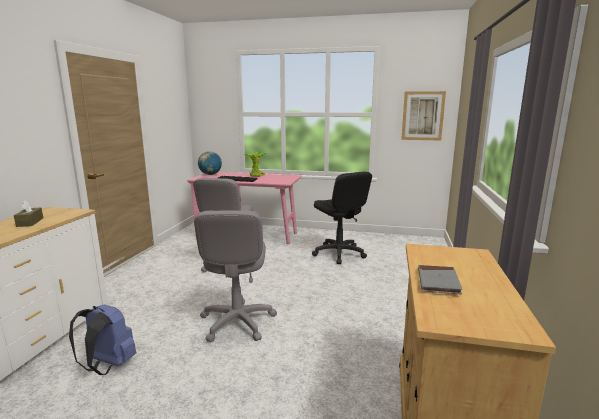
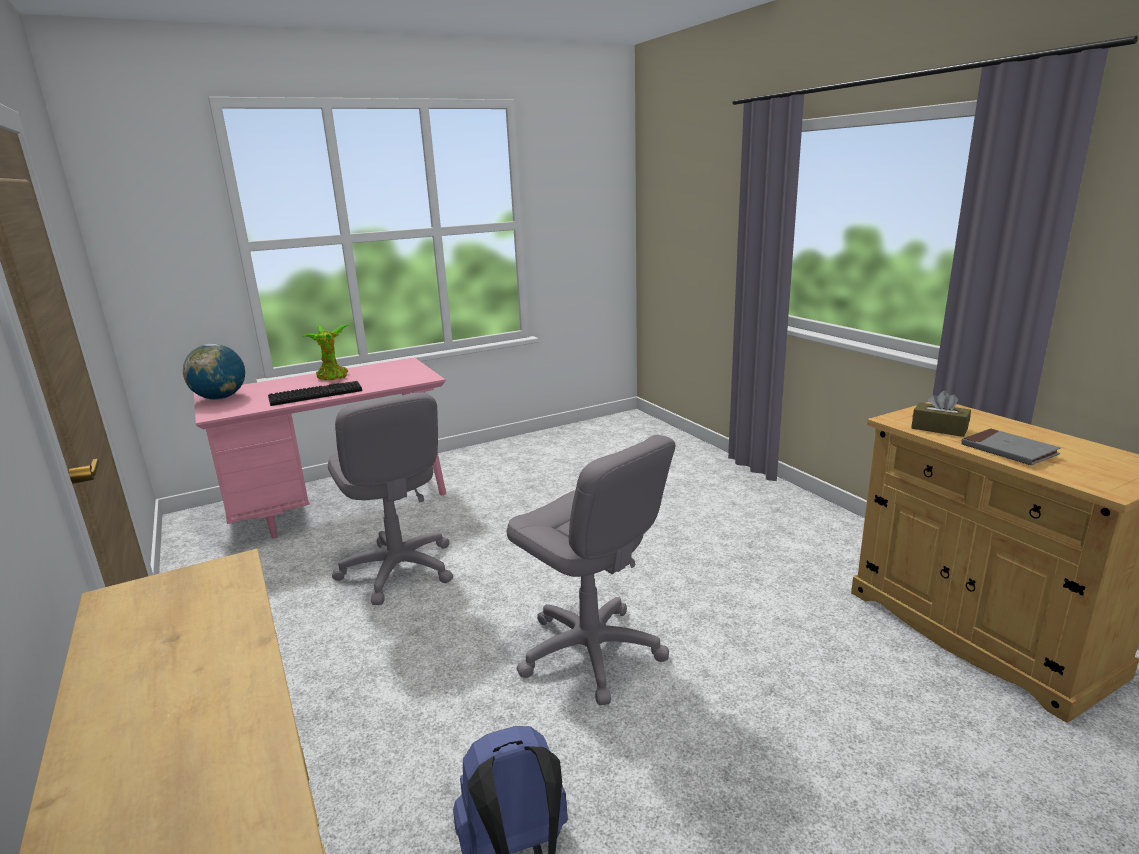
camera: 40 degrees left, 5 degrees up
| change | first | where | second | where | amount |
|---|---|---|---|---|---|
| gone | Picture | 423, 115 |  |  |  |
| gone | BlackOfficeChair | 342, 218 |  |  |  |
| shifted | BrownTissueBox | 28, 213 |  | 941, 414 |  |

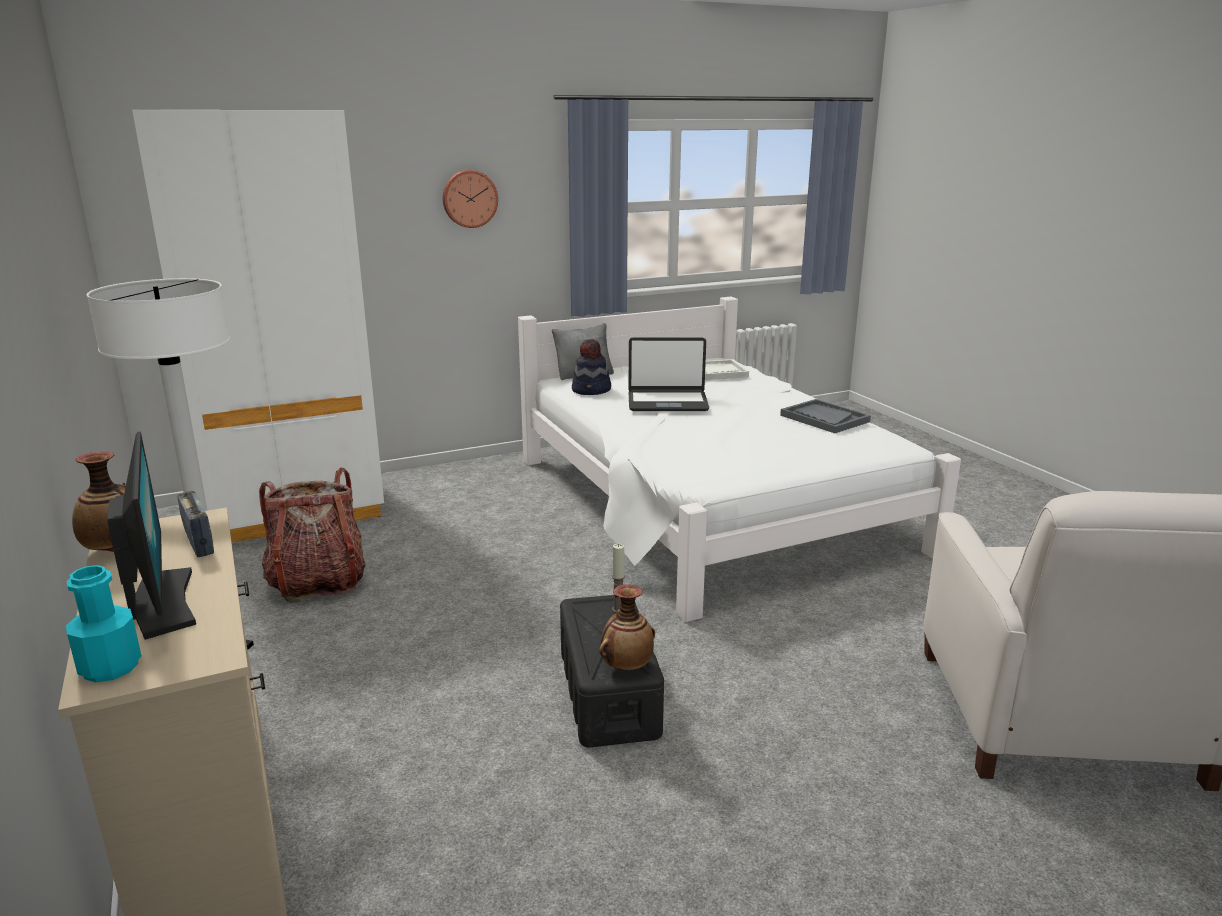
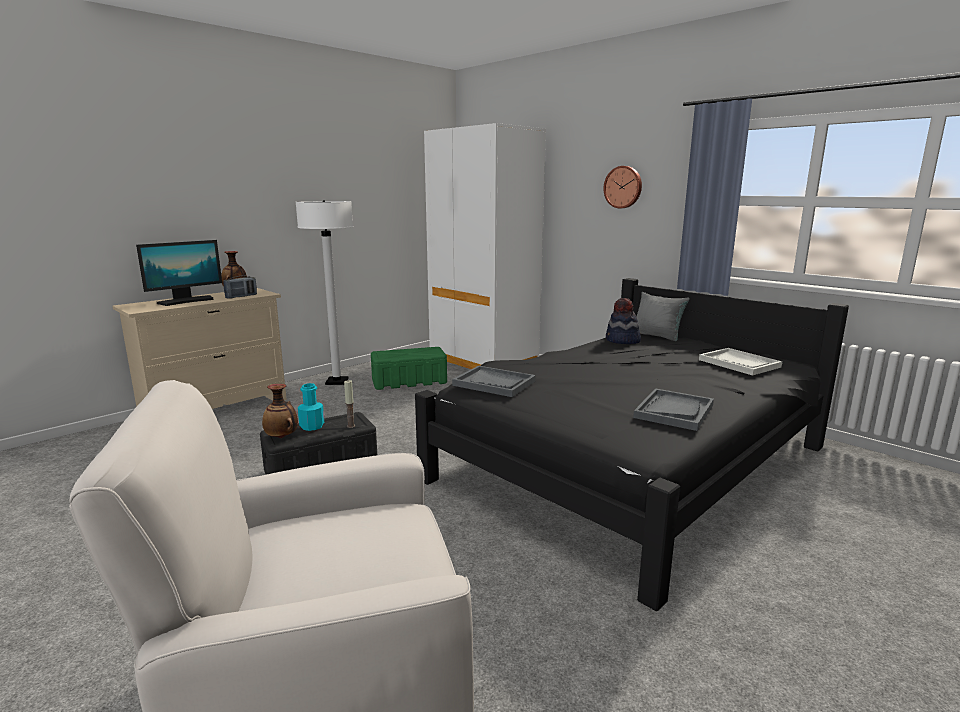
camera: 70 degrees right, 5 degrees down
| change | first | where | second | where | amount |
|---|---|---|---|---|---|
| repainted | WhiteBed | 739, 459 | BlackBed | 632, 444 |  |
| gone | Laptop | 668, 374 |  |  |  |
| swapped | Backpack | 312, 535 | GreenStorageBox | 409, 368 |  |
| shifted | TurquoiseBottle | 104, 623 |  | 311, 407 |  |
| new |  |  | GreyTray | 494, 381 |  |

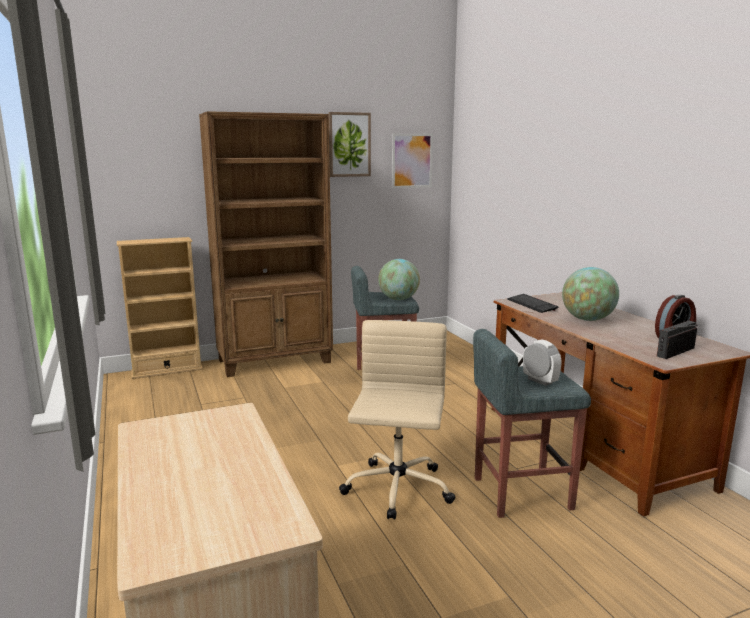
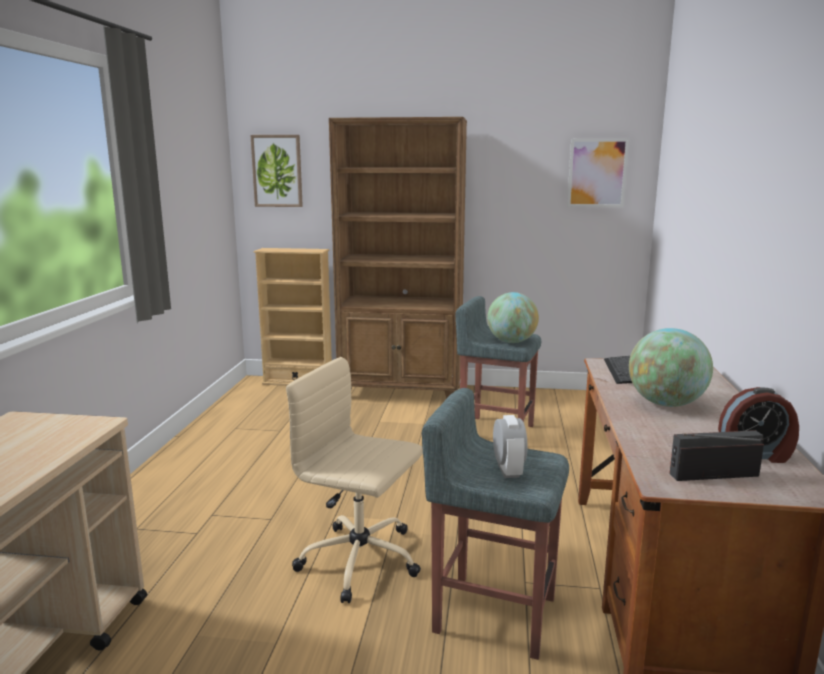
camera: 30 degrees right, 0 degrees up
| change | first | where | second | where | amount |
|---|---|---|---|---|---|
| shifted | Picture | 349, 144 |  | 276, 171 |  |
| rotated | BeigeOfficeChair | 397, 420 |  | 354, 480 | 105 degrees counterclockwise |

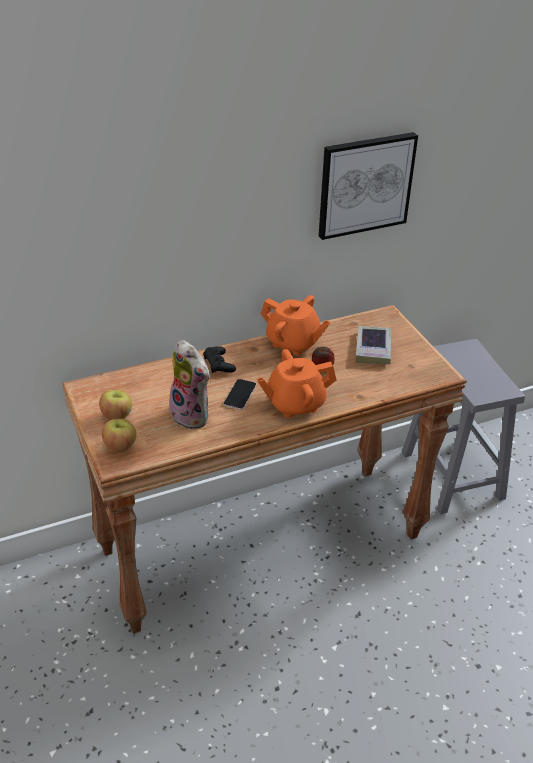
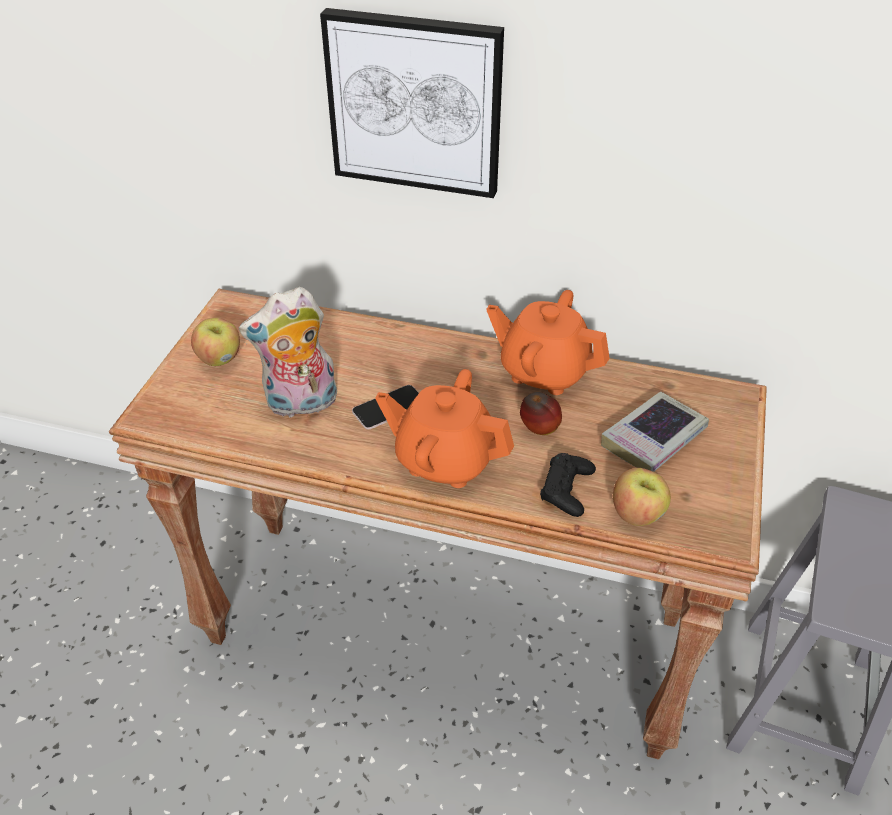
camera: 40 degrees right, 5 degrees up
| change | first | where | second | where | amount |
|---|---|---|---|---|---|
| shifted | Picture | 368, 186 |  | 412, 103 |  |
| rotated | OrangeTeapot | 296, 325 |  | 548, 342 | 135 degrees clockwise |
| rotated | PlushToy | 189, 384 |  | 288, 352 | 75 degrees clockwise |
| shifted | BlackGameController | 219, 359 |  | 568, 485 |  |
| shifted | Apple | 119, 436 |  | 642, 497 |  |

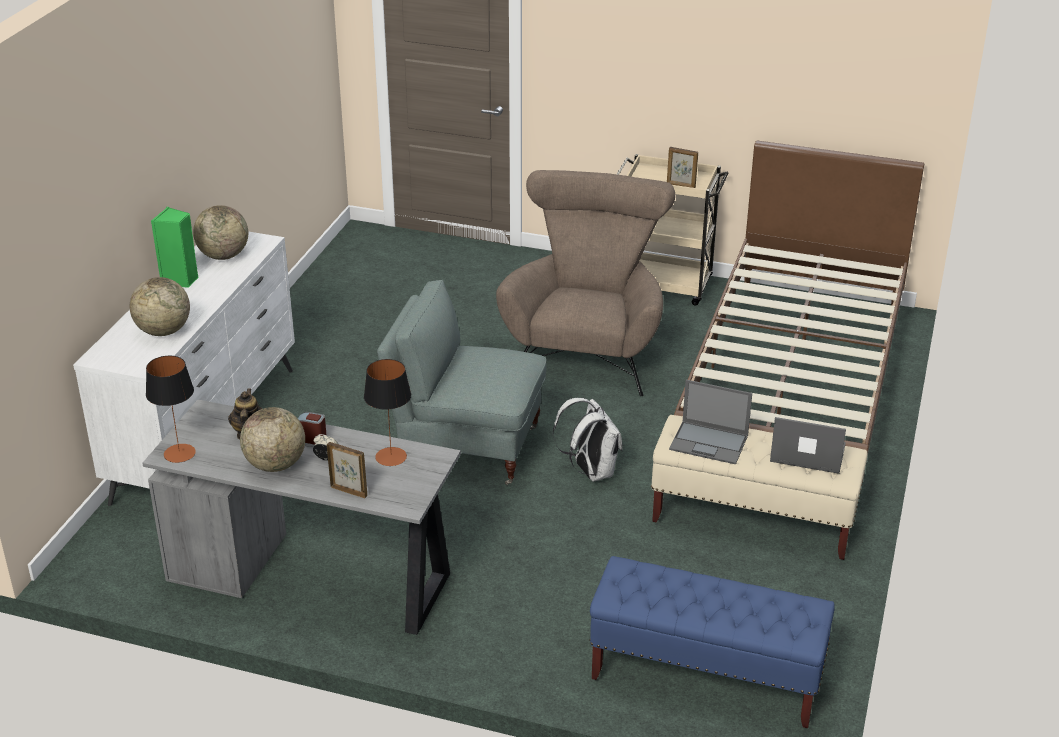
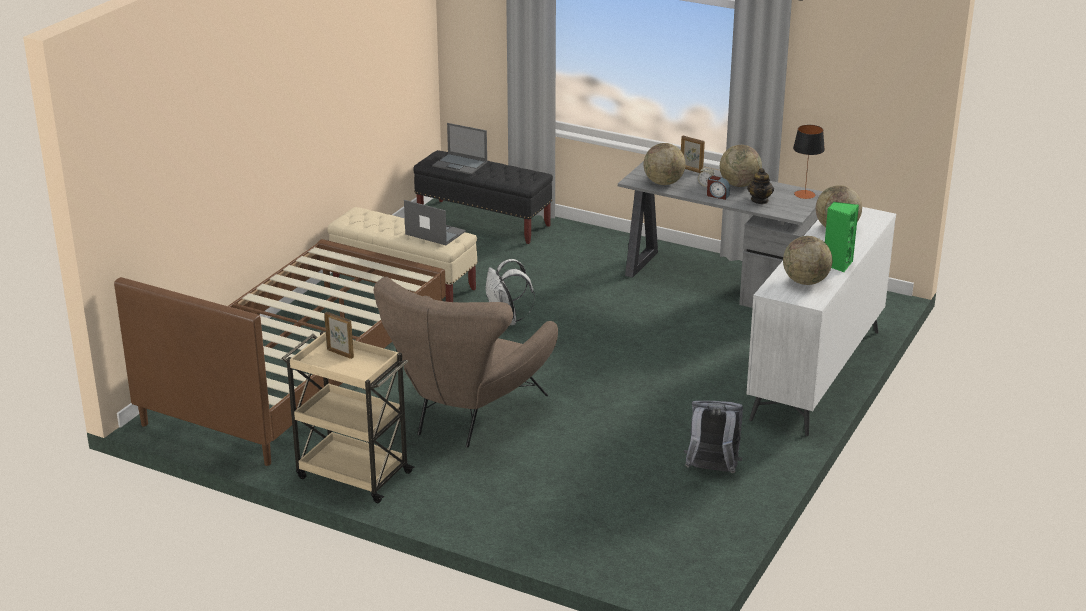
camera: 170 degrees left, 5 degrees down
| change | first | where | second | where | amount |
|---|---|---|---|---|---|
| gone | GreyArmchair | 461, 382 |  |  |  |
| swapped | TableLamp | 387, 412 | Globe | 665, 164 |  |
| shifted | Laptop | 808, 445 |  | 459, 149 |  |
| repainted | BlueBench | 712, 642 | BlackBench | 483, 197 |  |
| new |  |  | GreyBackpack | 713, 437 |  |

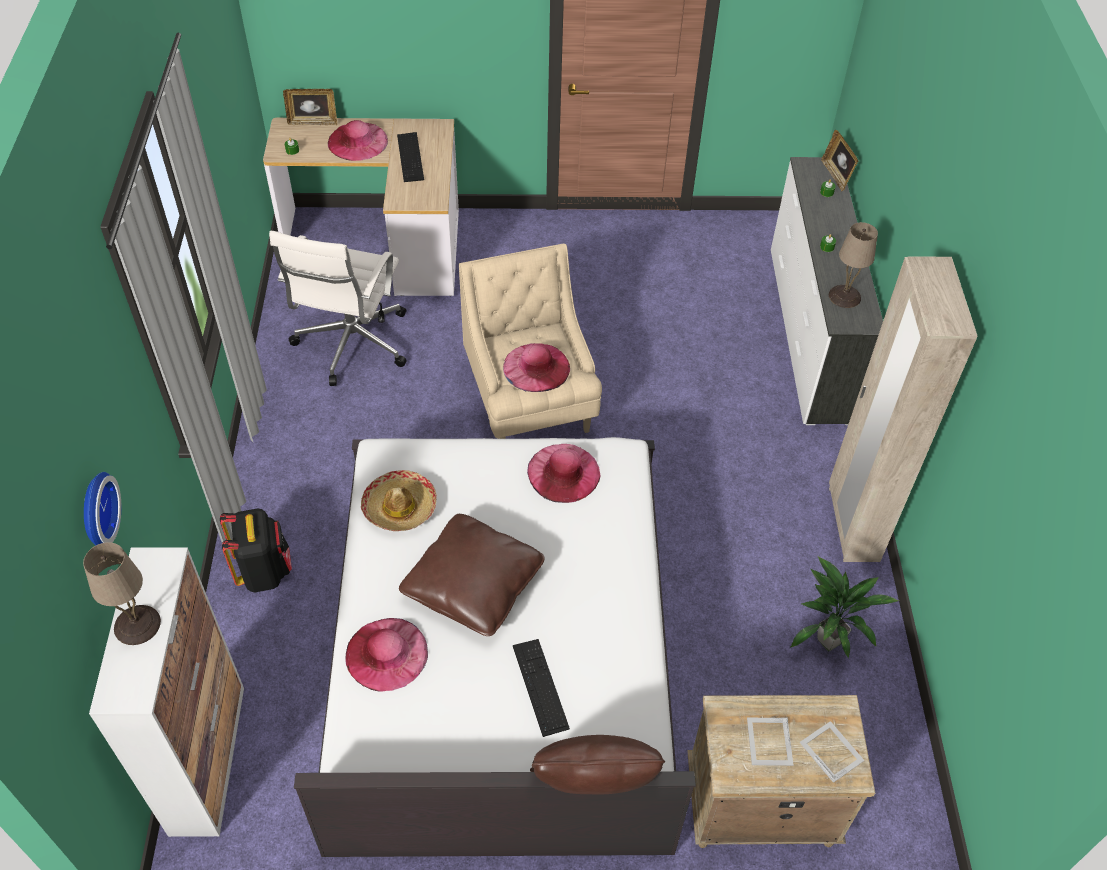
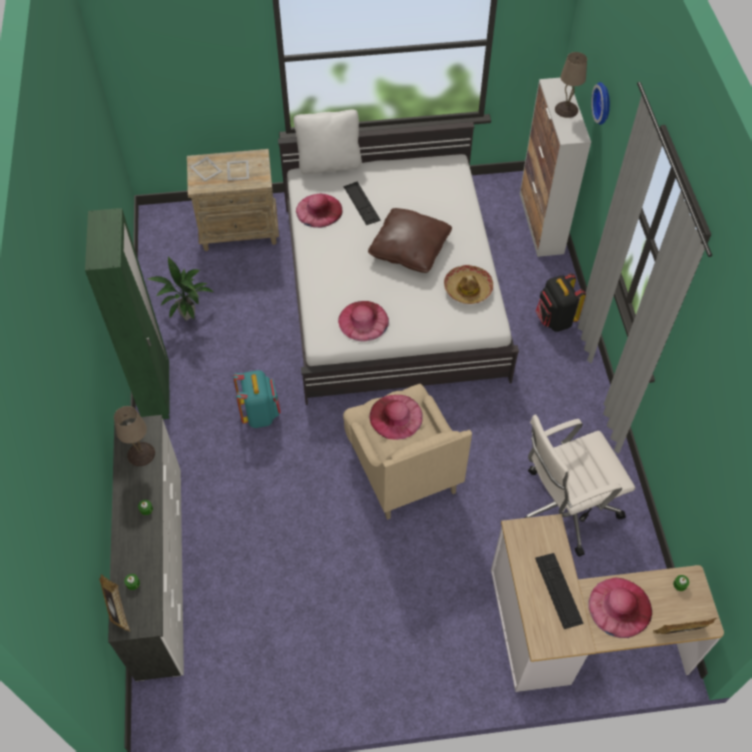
camera: 175 degrees right, 5 degrees up
| change | first | where | second | where | amount |
|---|---|---|---|---|---|
| rotated | WhiteOfficeChair | 338, 308 |  | 579, 485 | 120 degrees counterclockwise |
| repainted | BeigeWardrobe | 903, 409 | GreenWardrobe | 127, 313 |  |
| shifted | PinkHat | 387, 655 |  | 319, 211 |  |
| repainted | BrownPillow | 597, 765 | WhitePillow | 328, 142 |  |
| new |  |  | TurquoiseBackpack | 257, 399 |  |

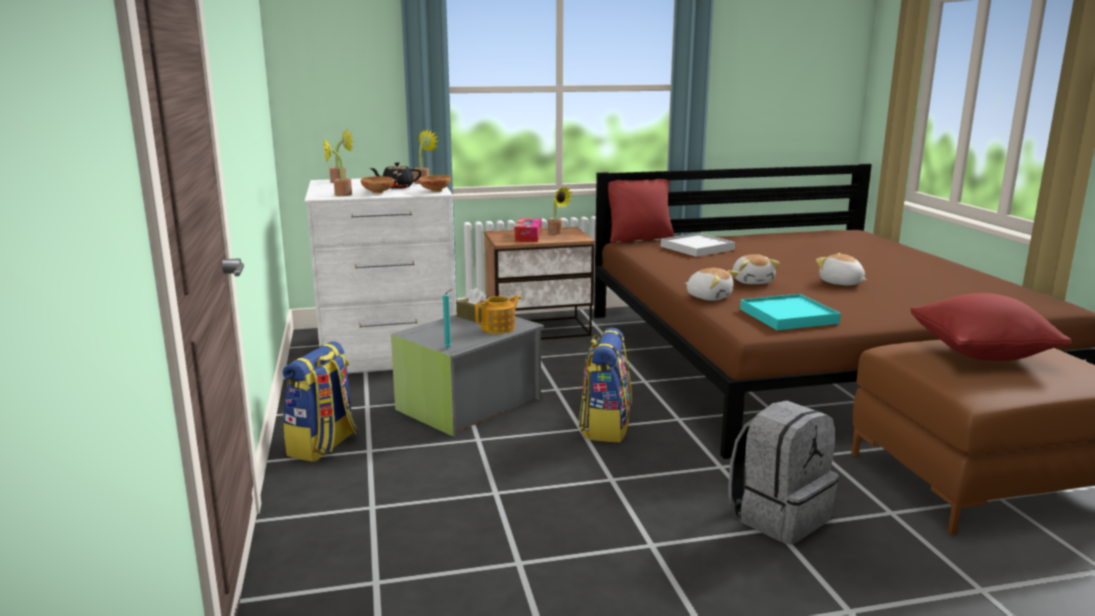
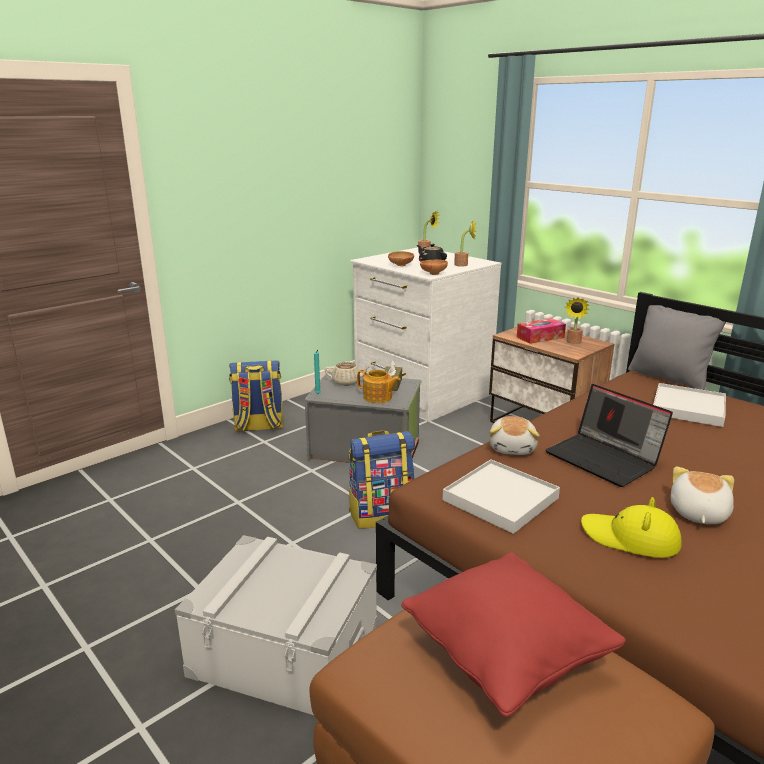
camera: 60 degrees right, 5 degrees up
| change | first | where | second | where | amount |
|---|---|---|---|---|---|
| gone | PottedPlant | 337, 167 |  |  |  |
| repainted | RedPillow | 641, 211 | GreyPillow | 677, 347 |  |
| swapped | PlushToy | 756, 269 | Laptop | 609, 435 |  |
| repainted | TurquoiseTray | 790, 312 | WhiteTray | 501, 496 |  |
| swapped | GreyBackpack | 784, 472 | GreyStorageBox | 276, 625 |  |
| new |  |  | BeigeTeapot | 348, 373 |  |
| new |  |  | YellowHat | 631, 527 |  |

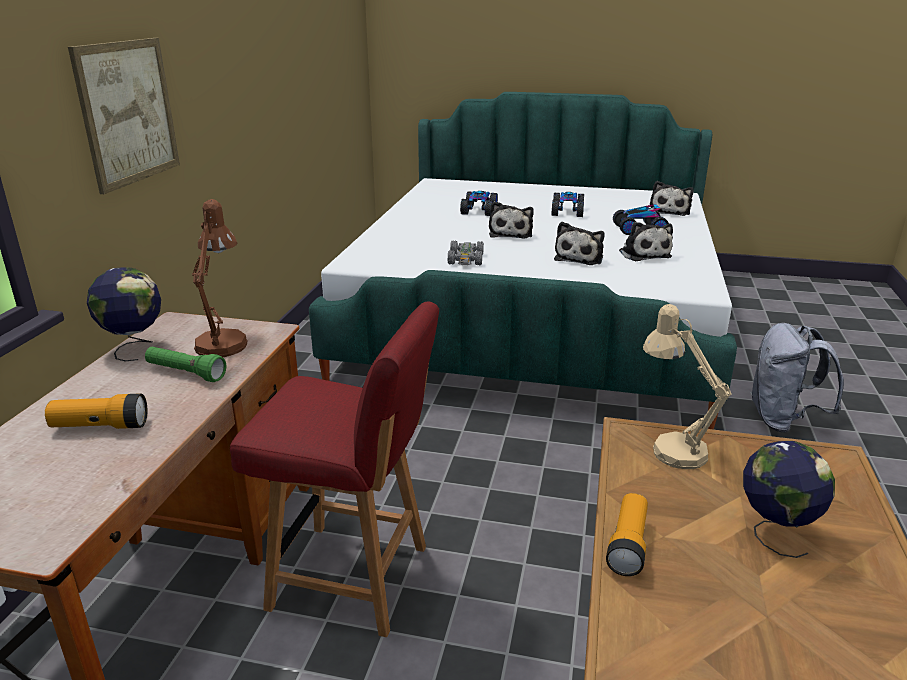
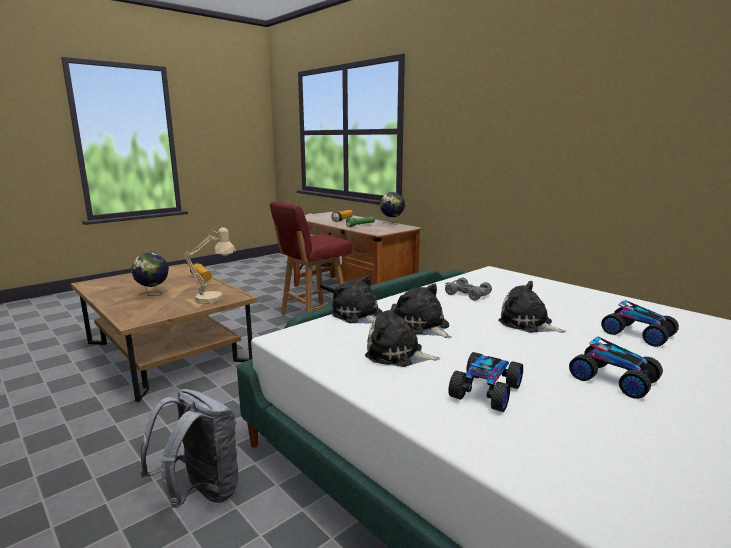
camera: 125 degrees right, 10 degrees down
| change | first | where | second | where | amount |
|---|---|---|---|---|---|
| gone | Picture | 124, 116 |  |  |  |
| shifted | PlushToy | 672, 198 |  | 357, 299 |  |
| gone | BrownTableLamp | 219, 278 |  |  |  |

